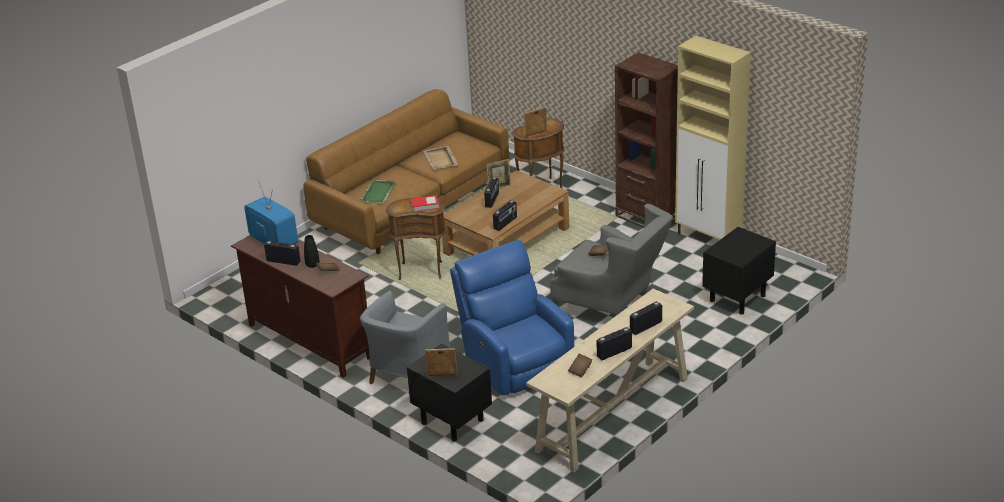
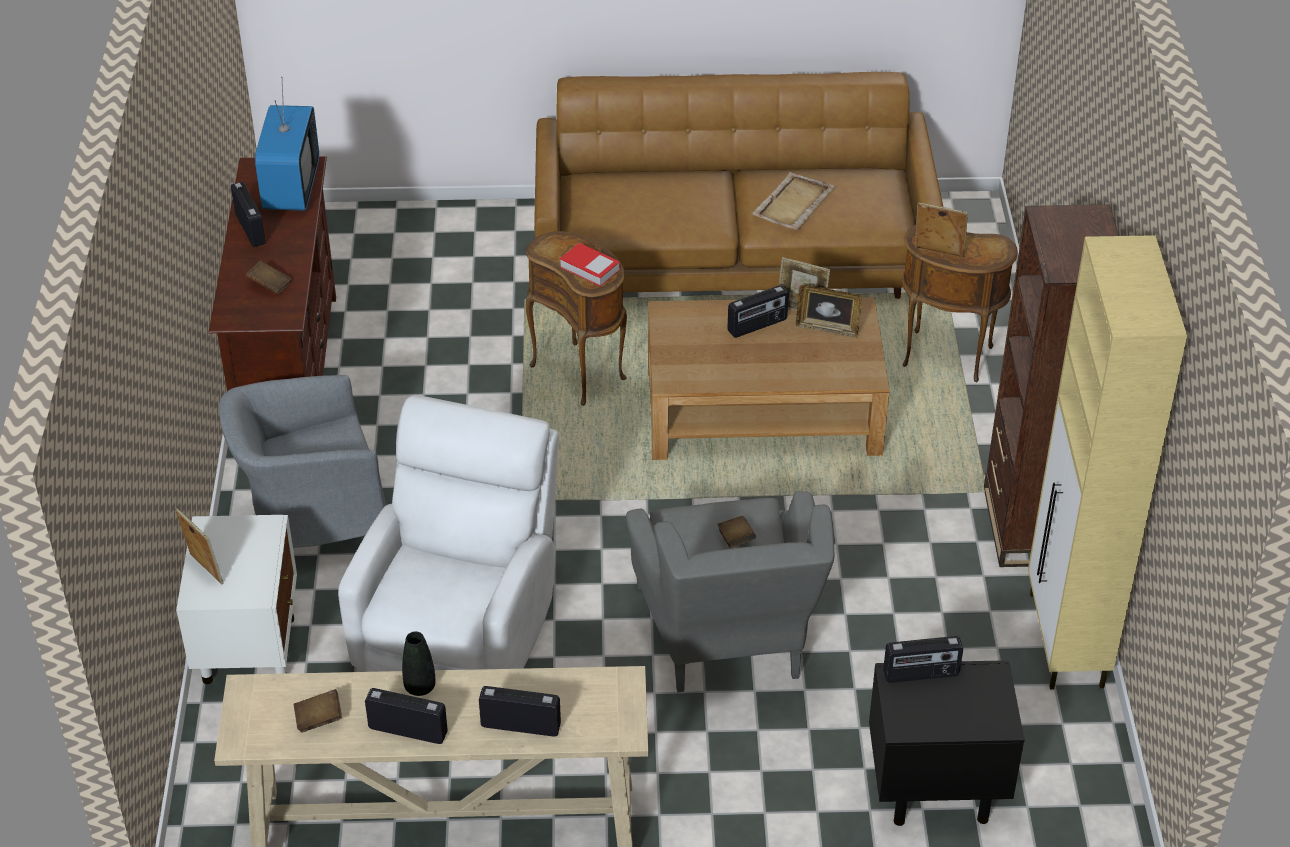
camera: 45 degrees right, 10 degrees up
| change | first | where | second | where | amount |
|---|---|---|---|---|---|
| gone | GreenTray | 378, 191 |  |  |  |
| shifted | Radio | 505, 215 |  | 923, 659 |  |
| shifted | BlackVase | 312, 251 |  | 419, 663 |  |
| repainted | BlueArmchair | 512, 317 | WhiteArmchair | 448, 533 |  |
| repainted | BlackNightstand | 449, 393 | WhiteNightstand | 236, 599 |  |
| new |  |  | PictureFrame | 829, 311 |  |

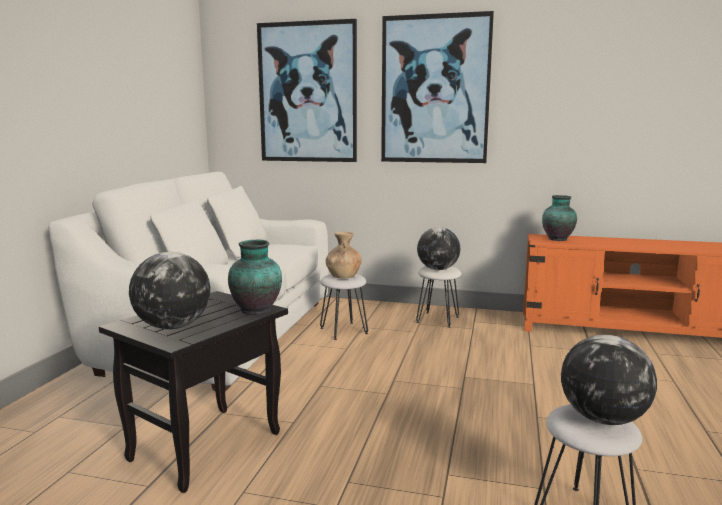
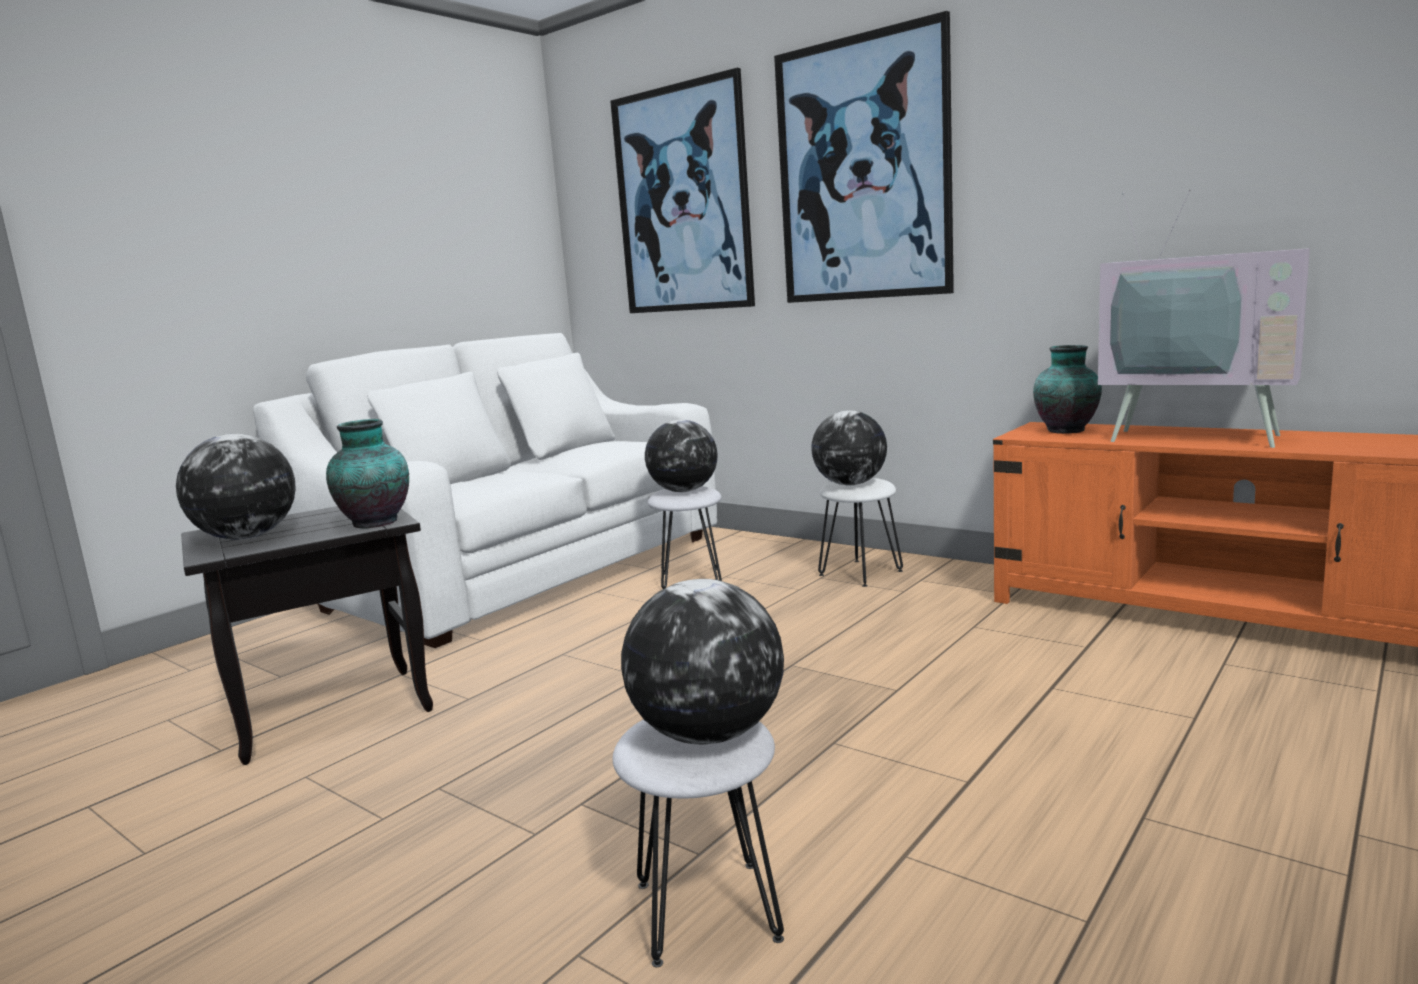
camera: 25 degrees right, 0 degrees up
| change | first | where | second | where | amount |
|---|---|---|---|---|---|
| swapped | BrownVase | 344, 255 | Globe | 681, 455 |  |
| new |  |  | Television | 1204, 318 |  |

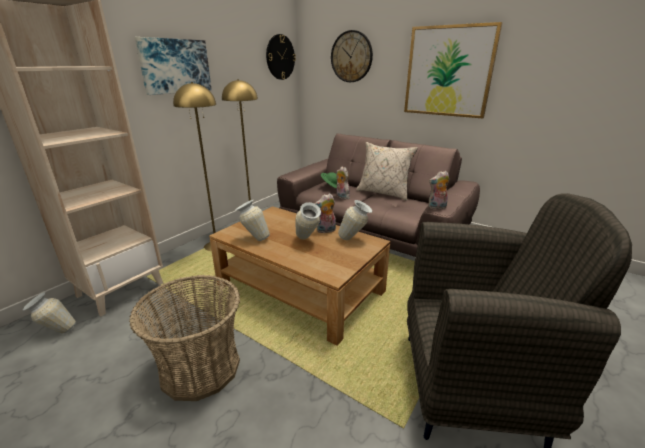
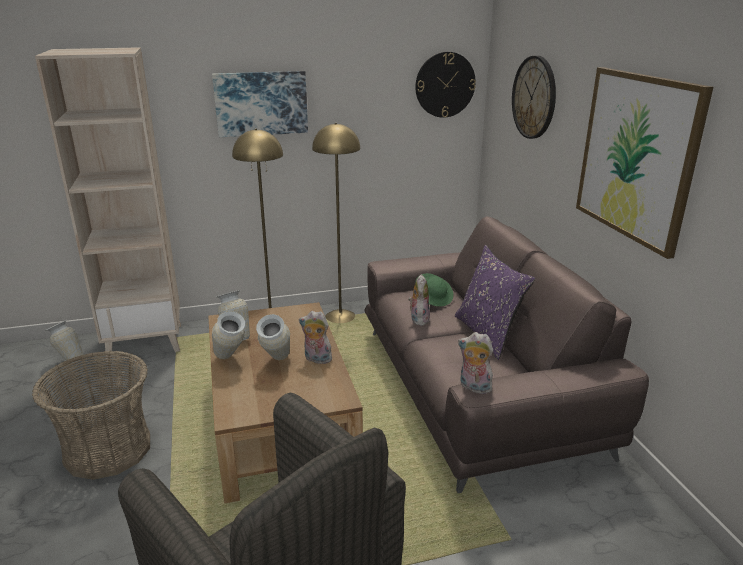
camera: 40 degrees right, 0 degrees up
| change | first | where | second | where | amount |
|---|---|---|---|---|---|
| repainted | BeigePillow | 387, 171 | PurplePillow | 495, 302 |  |
| shifted | Vase | 355, 220 |  | 228, 335 |  |

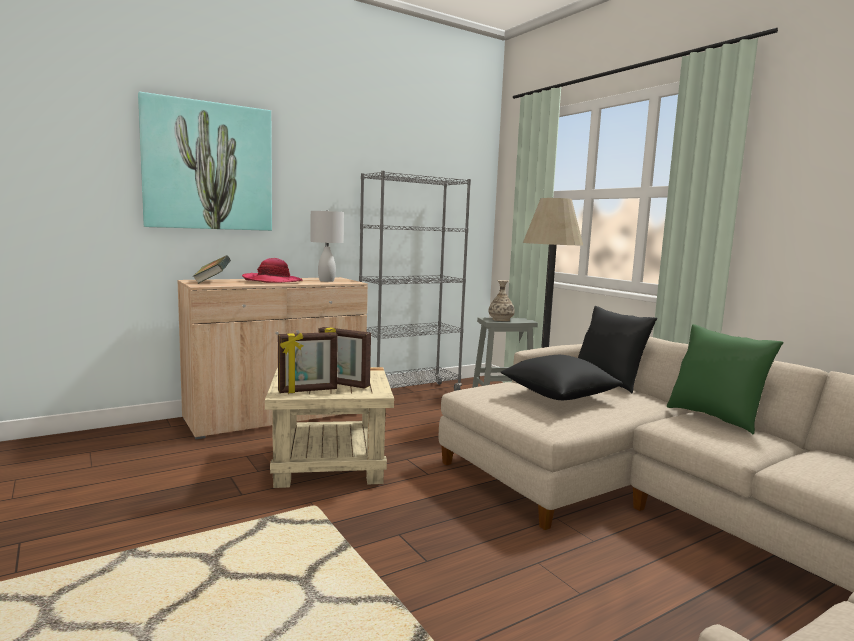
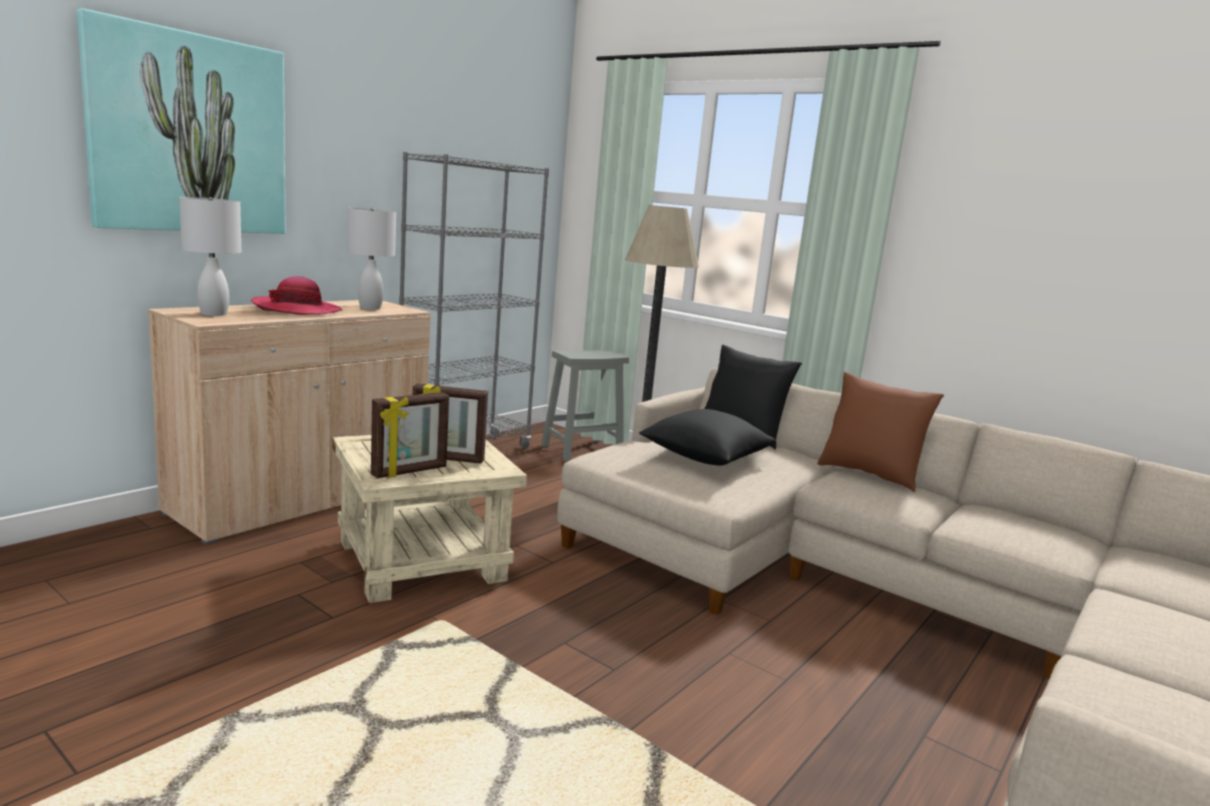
camera: 20 degrees left, 5 degrees up
| change | first | where | second | where | amount |
|---|---|---|---|---|---|
| swapped | Book | 212, 269 | WhiteTableLamp | 210, 256 |  |
| gone | Vase | 502, 300 |  |  |  |
| repainted | GreenPillow | 725, 379 | BrownPillow | 880, 432 |  |

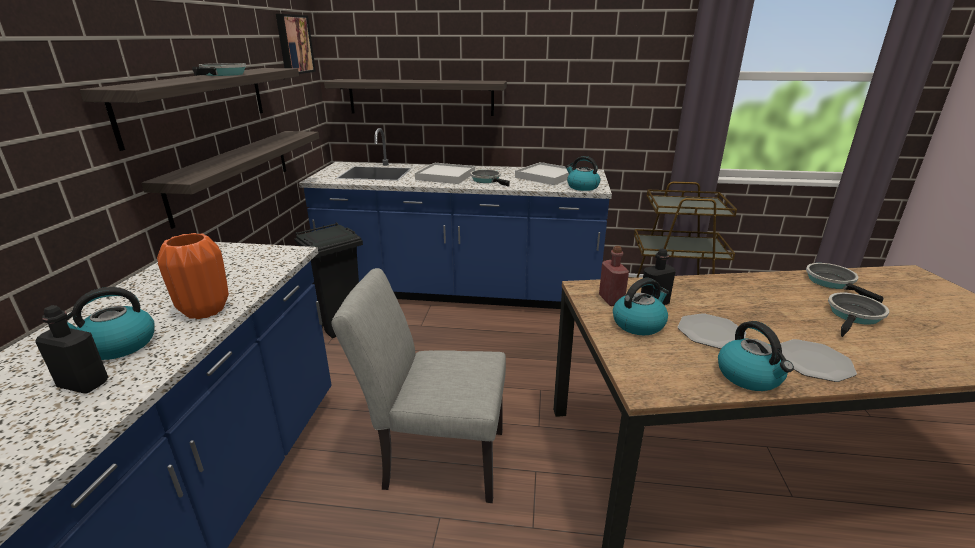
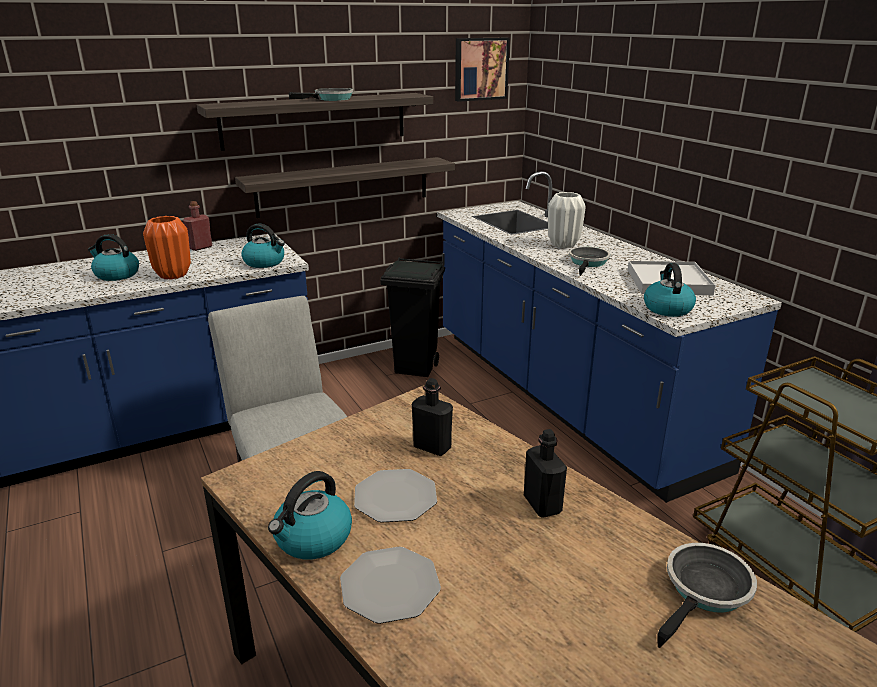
camera: 55 degrees right, 0 degrees up
| change | first | where | second | where | amount |
|---|---|---|---|---|---|
| gone | Shelf | 415, 97 |  |  |  |
| swapped | WhiteTray | 445, 173 | WhiteVase | 567, 220 |  |
| shifted | RedBottle | 614, 276 |  | 197, 226 |  |
| shifted | Kettle | 641, 306 |  | 263, 246 |  |
| gone | FryingPan | 858, 315 |  |  |  |
| shifted | BlackBottle | 71, 349 |  | 545, 473 |  |

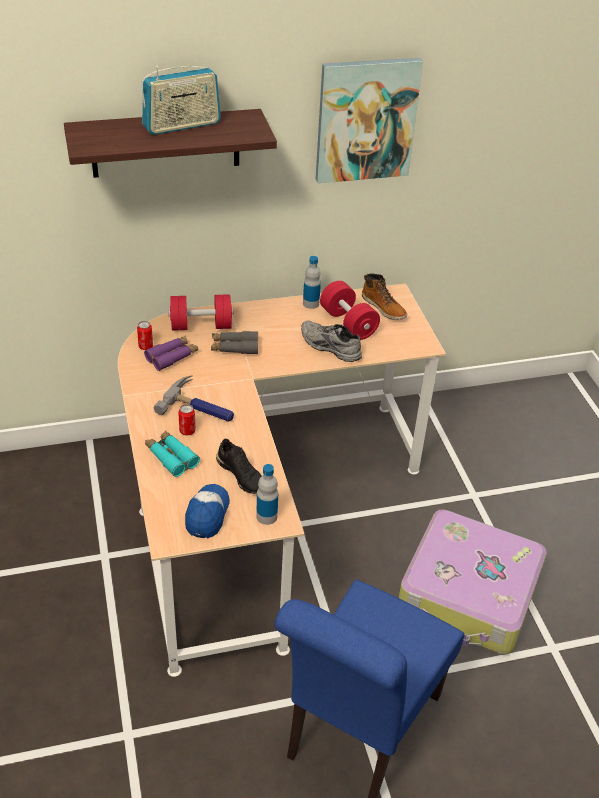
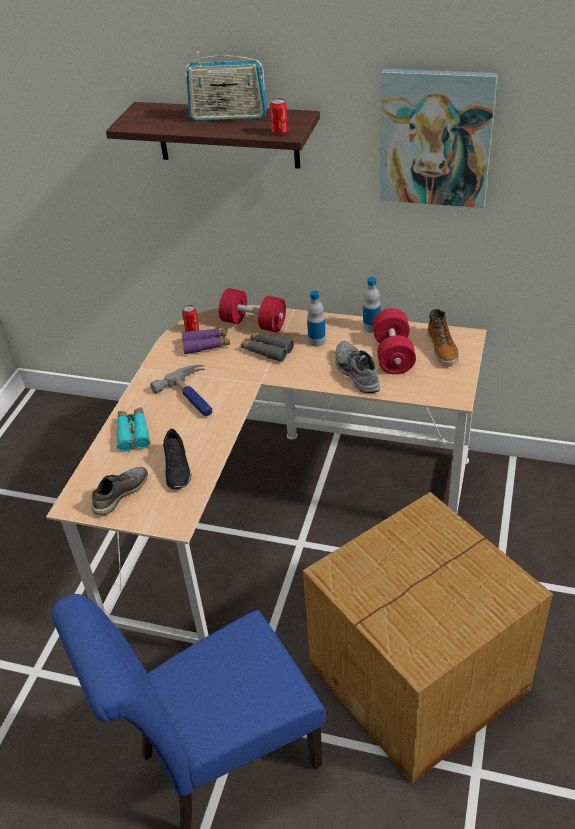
camera: 35 degrees right, 0 degrees up
| change | first | where | second | where | amount |
|---|---|---|---|---|---|
| shifted | Can | 187, 420 |  | 279, 116 |  |
| shifted | Bottle | 267, 494 |  | 316, 318 |  |
| swapped | Cap | 207, 511 | GreyShoe | 120, 491 |  |
| swapped | Suitcase | 473, 582 | CardboardBox | 428, 637 |  |

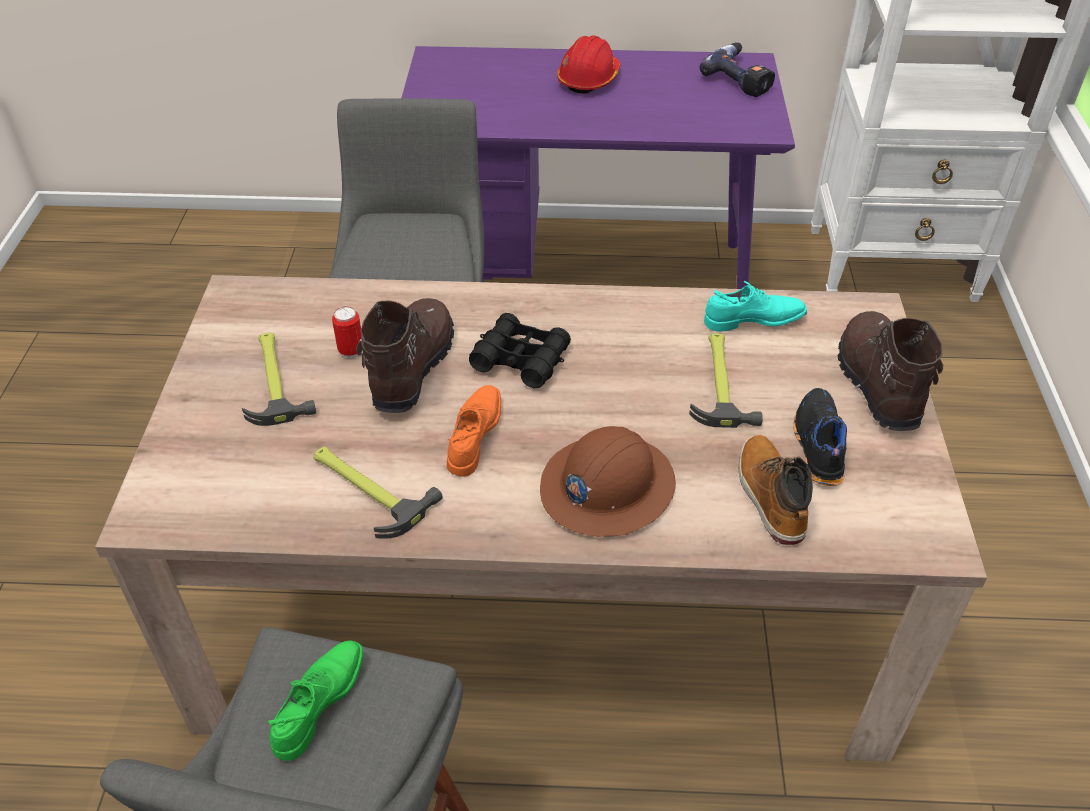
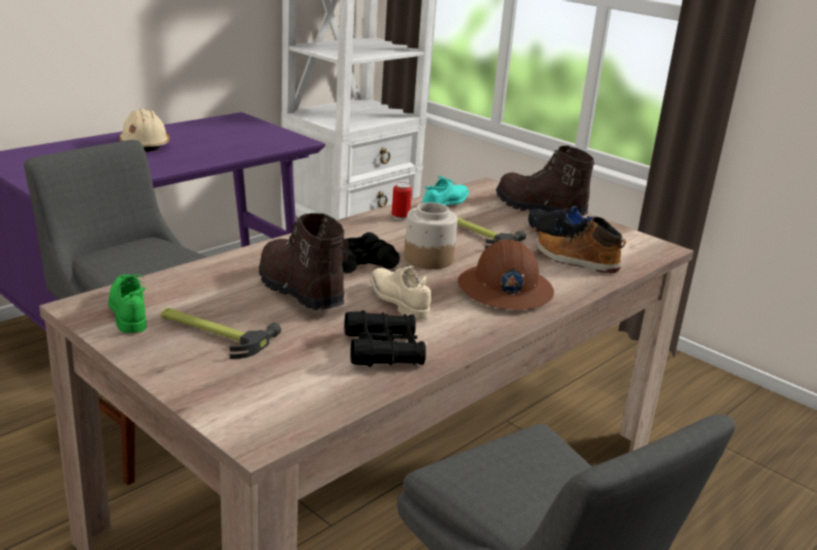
camera: 50 degrees left, 20 degrees down
| change | first | where | second | where | amount |
|---|---|---|---|---|---|
| repainted | RedHardHat | 588, 64 | BeigeHardHat | 144, 130 |  |
| gone | PowerDrill | 737, 69 |  |  |  |
| shifted | Can | 347, 332 |  | 402, 201 |  |
| repainted | OrangeShoe | 474, 430 | BeigeShoe | 400, 293 |  |
| swapped | Hammer | 378, 493 | BlackBinoculars | 385, 338 |  |
| shifted | GreenShoe | 316, 700 |  | 127, 303 |  |
| new |  |  | Jar | 431, 236 |  |

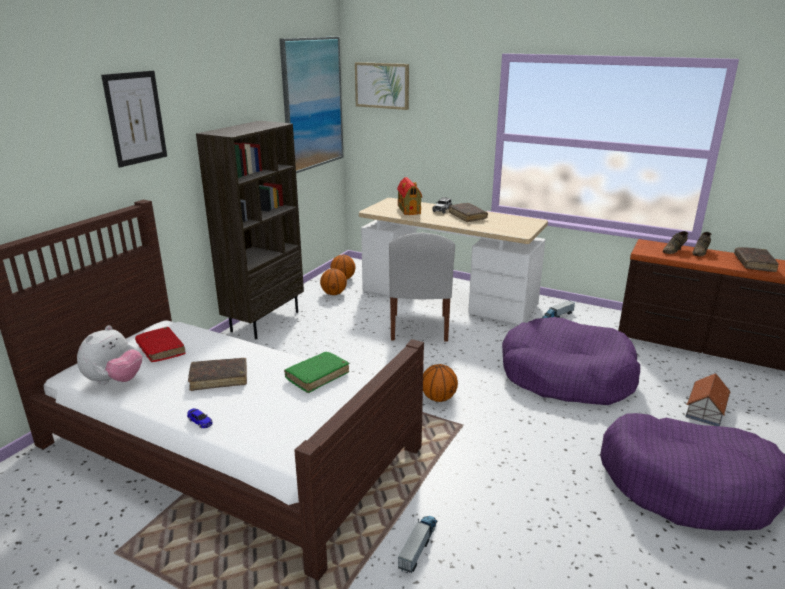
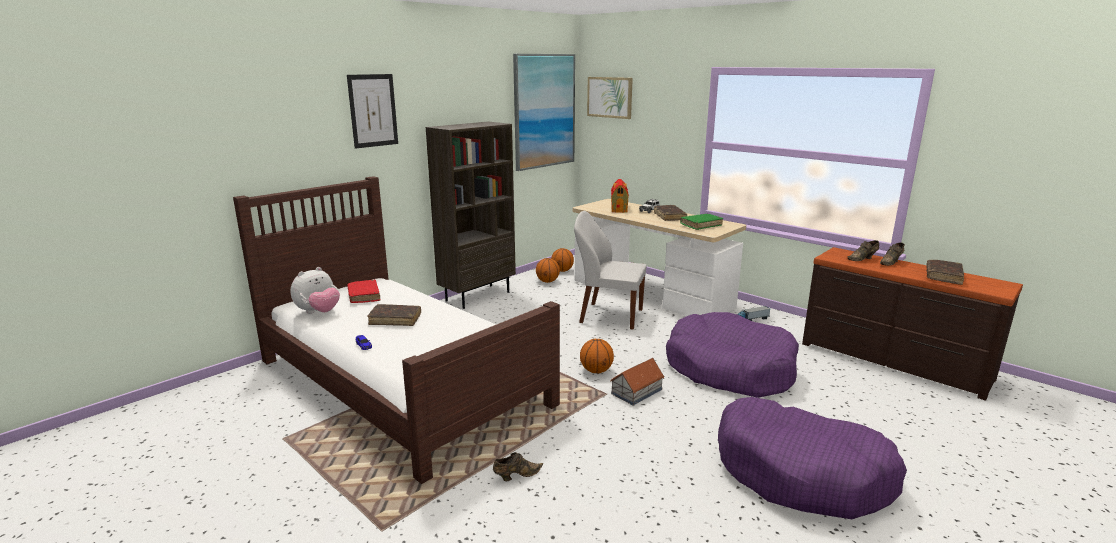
camera: 15 degrees right, 5 degrees down
| change | first | where | second | where | amount |
|---|---|---|---|---|---|
| rotated | WhiteChair | 422, 287 |  | 610, 270 | 90 degrees clockwise |
| shifted | GreenBook | 316, 372 |  | 701, 222 |  |
| shifted | ToyHouse | 707, 399 |  | 637, 381 |  |
| swapped | ToyTruck | 417, 545 | BrownShoe | 518, 466 |  |

